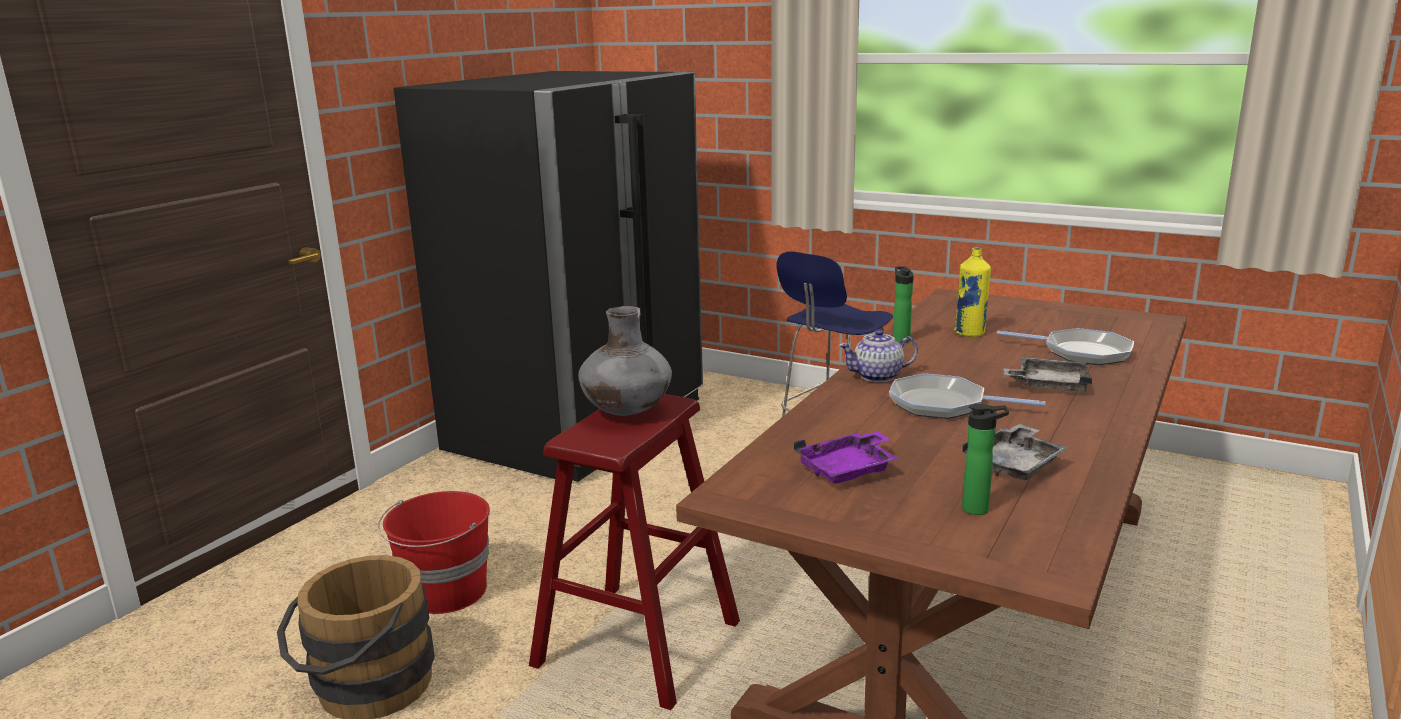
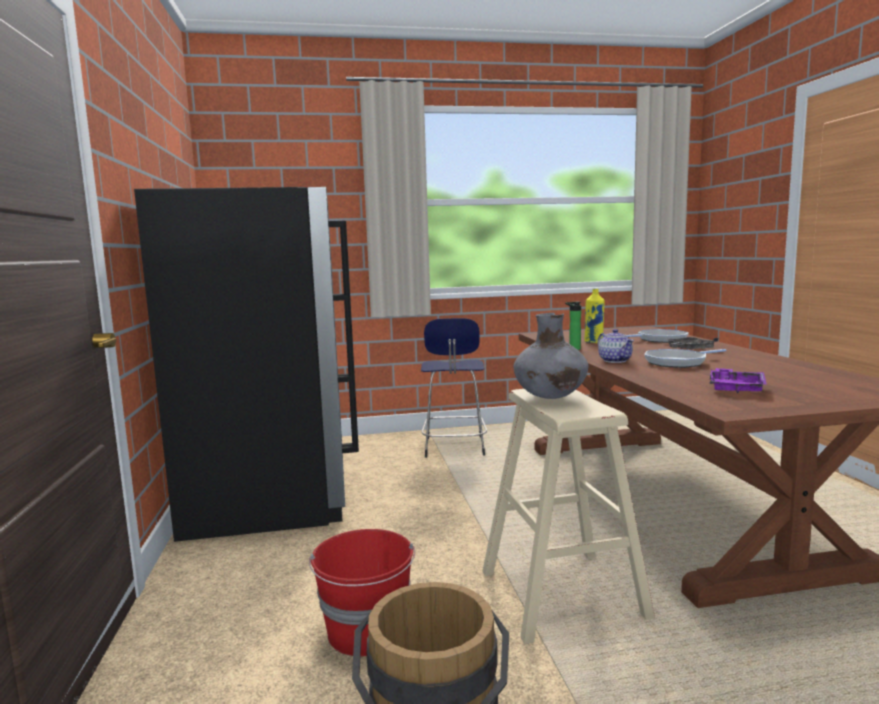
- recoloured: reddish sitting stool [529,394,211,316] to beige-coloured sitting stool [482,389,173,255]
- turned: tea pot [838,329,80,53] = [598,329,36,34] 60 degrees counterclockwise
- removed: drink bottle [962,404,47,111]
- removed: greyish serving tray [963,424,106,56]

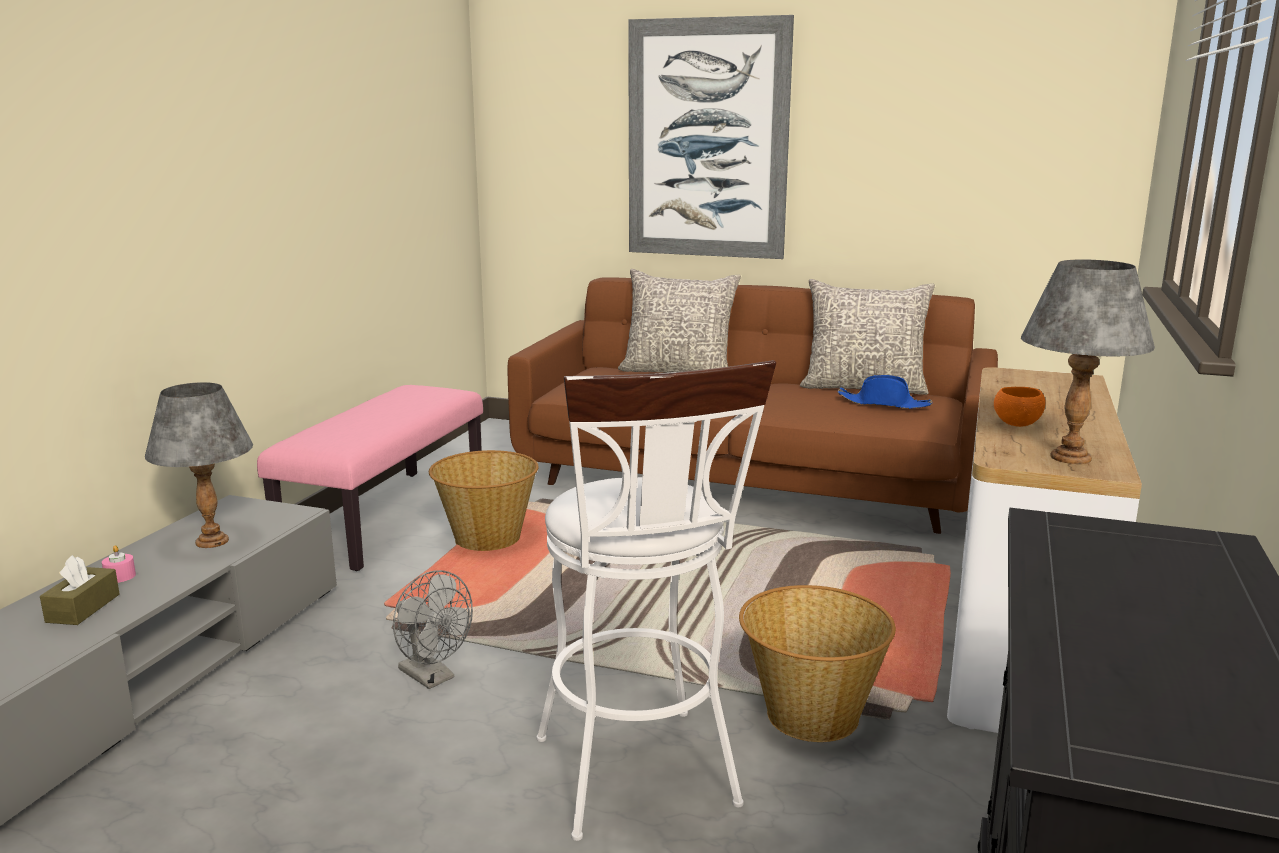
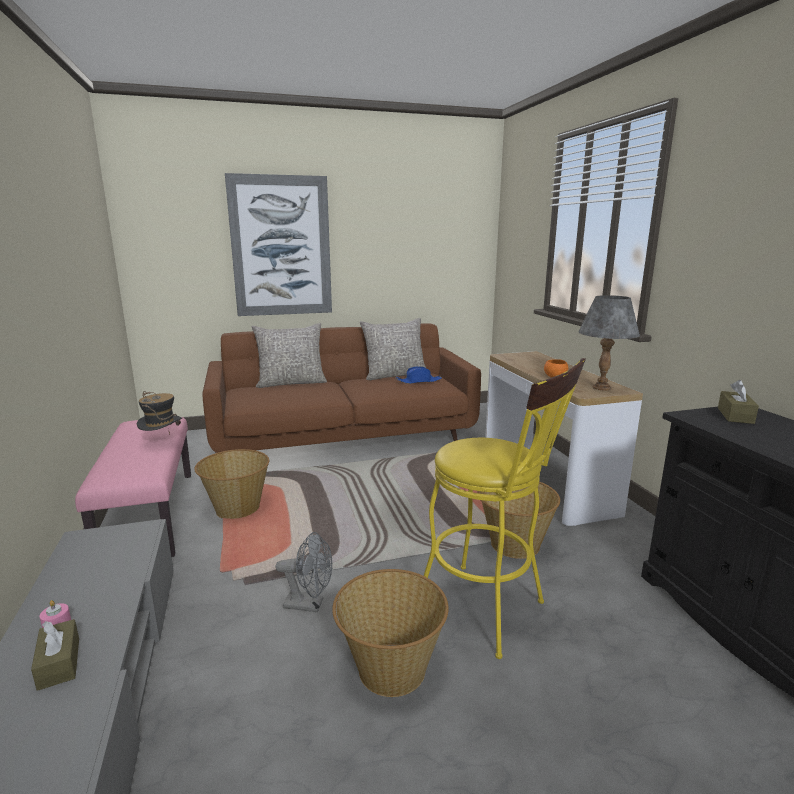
- added: wearable hat [137,391,45,44]
- added: household basket [332,569,117,128]
- recoloured: white-coloured sitting stool [536,360,240,481] to yellow-coloured sitting stool [424,358,162,301]
- added: brown tissue box [718,380,41,44]
- removed: greyish table lamp [145,382,108,166]

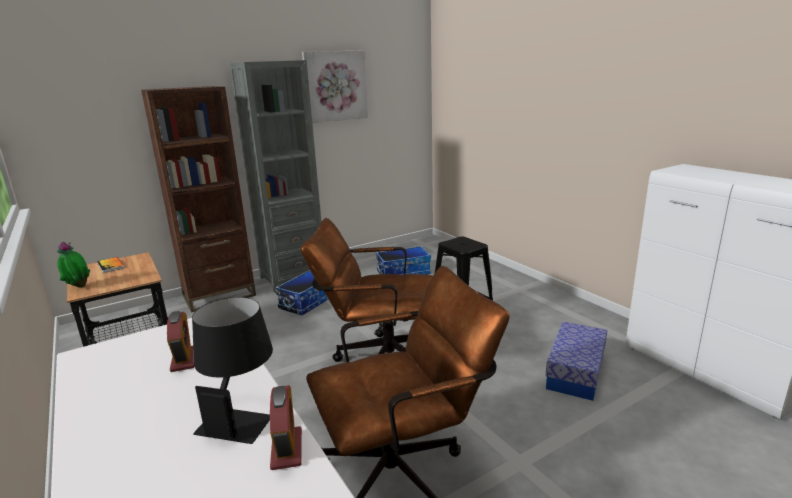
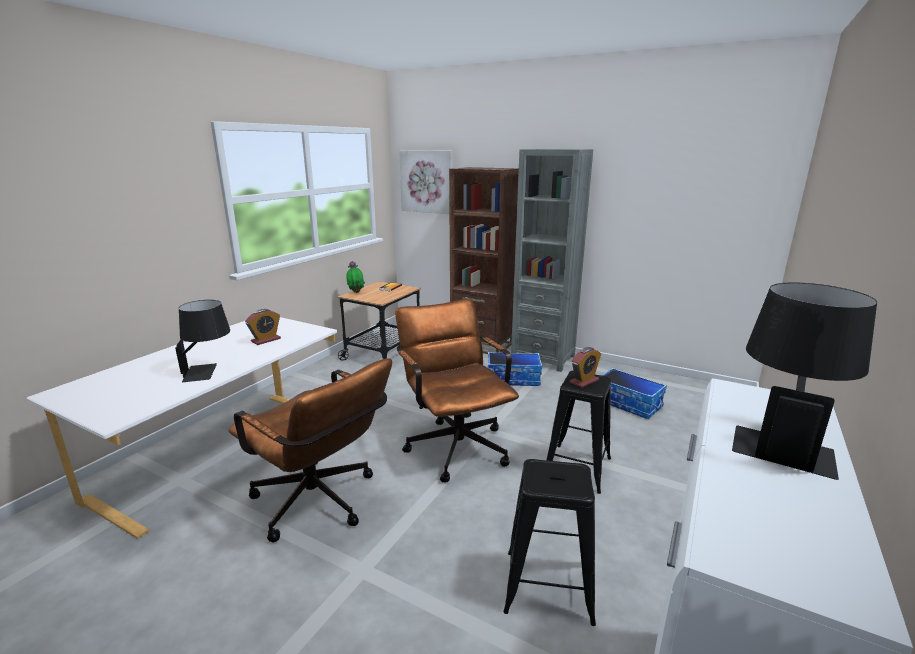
- moved: wall picture [302,50,66,73] to [399,150,54,64]
- replaced: storage box [546,322,61,79] to black sitting stool [503,459,93,167]
- moved: bedside clock [270,385,32,85] to [570,347,31,41]
- added: black table lamp [732,283,145,197]

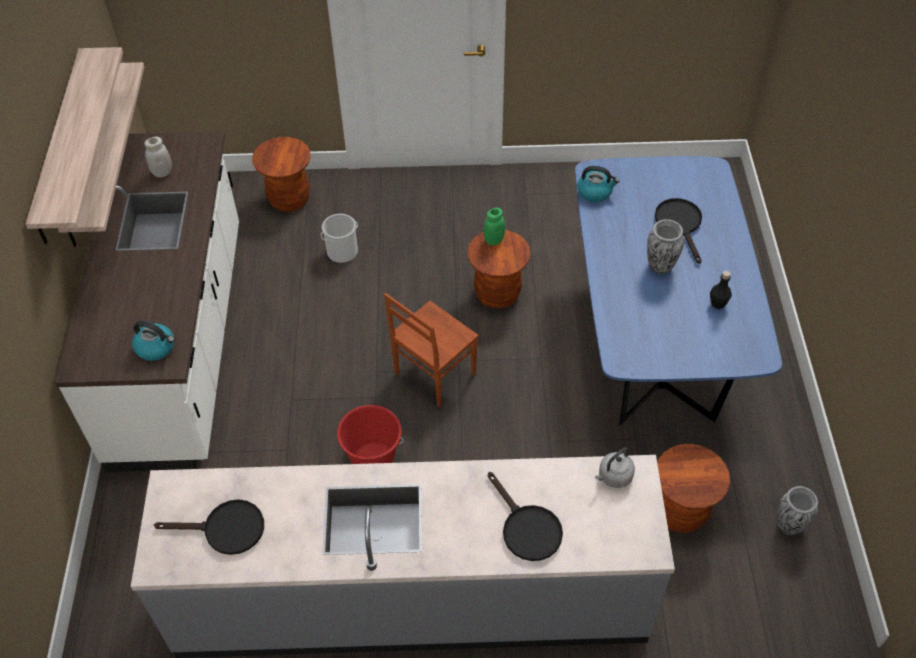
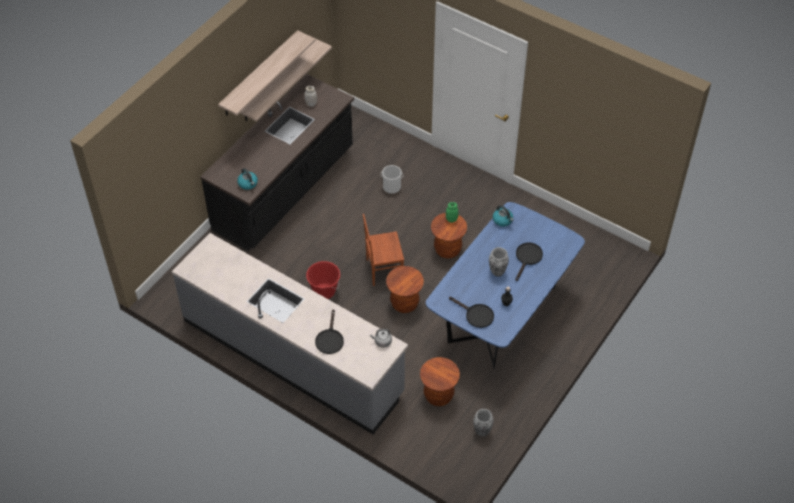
- recoloured: white-coloured kitchen counter [55,131,184,341] to black kitchen counter [200,74,154,177]
- moved: brown sitting stool [252,137,59,75] to [386,266,38,47]
- moved: black skillet [154,499,110,56] to [449,297,45,31]

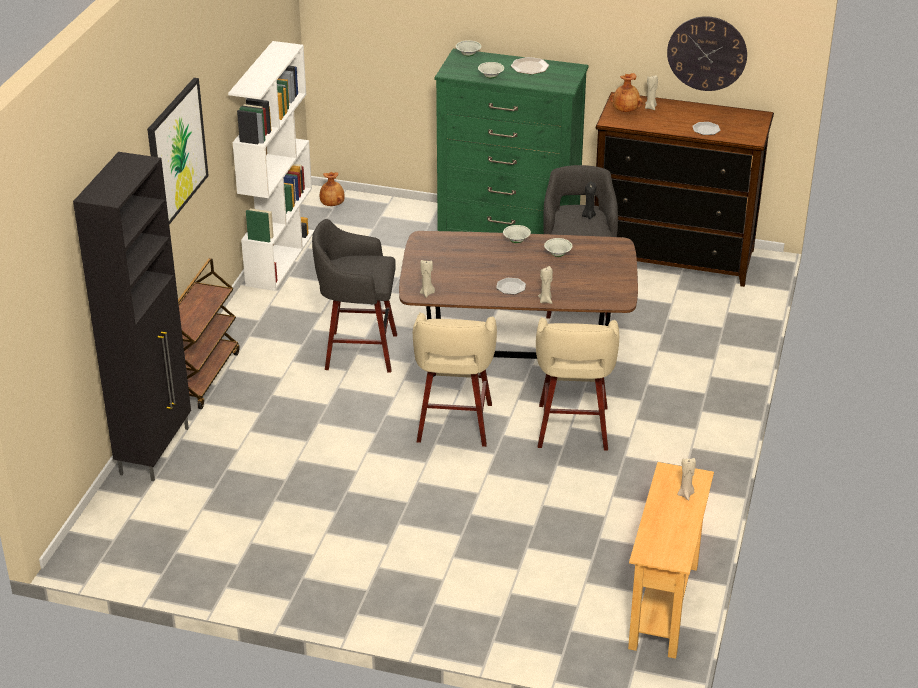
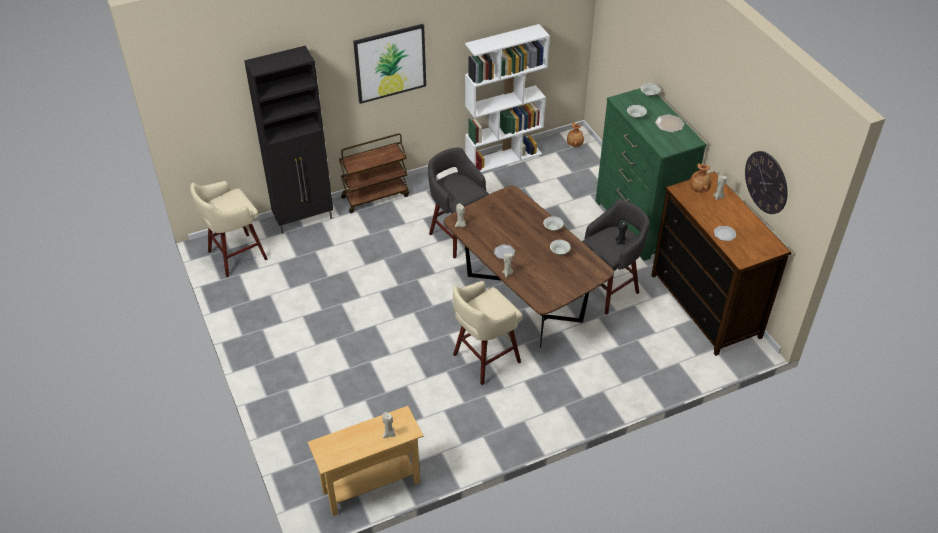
- moved: beige-coloured sitting stool [413,312,84,135] to [190,181,78,96]

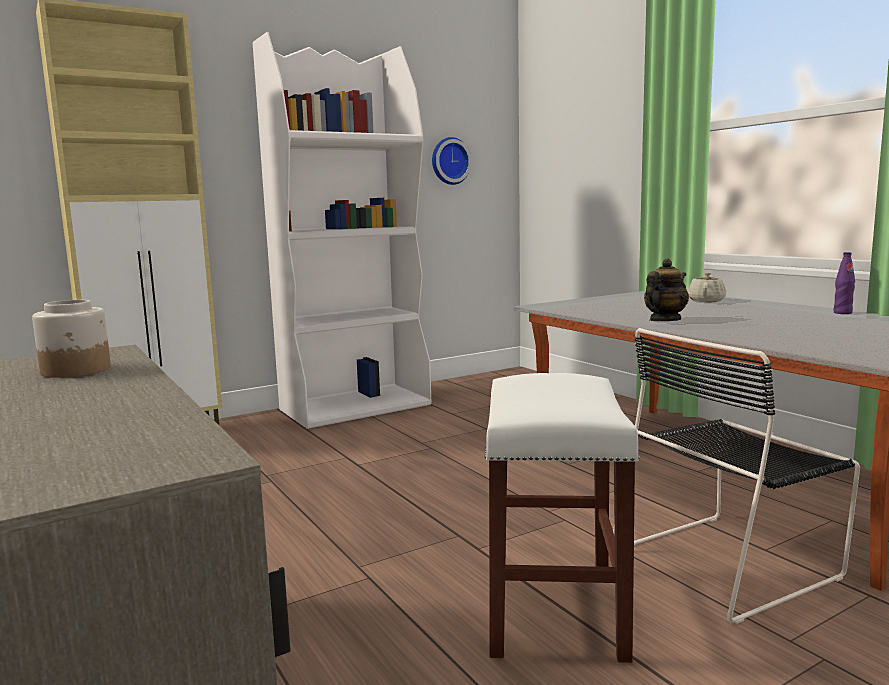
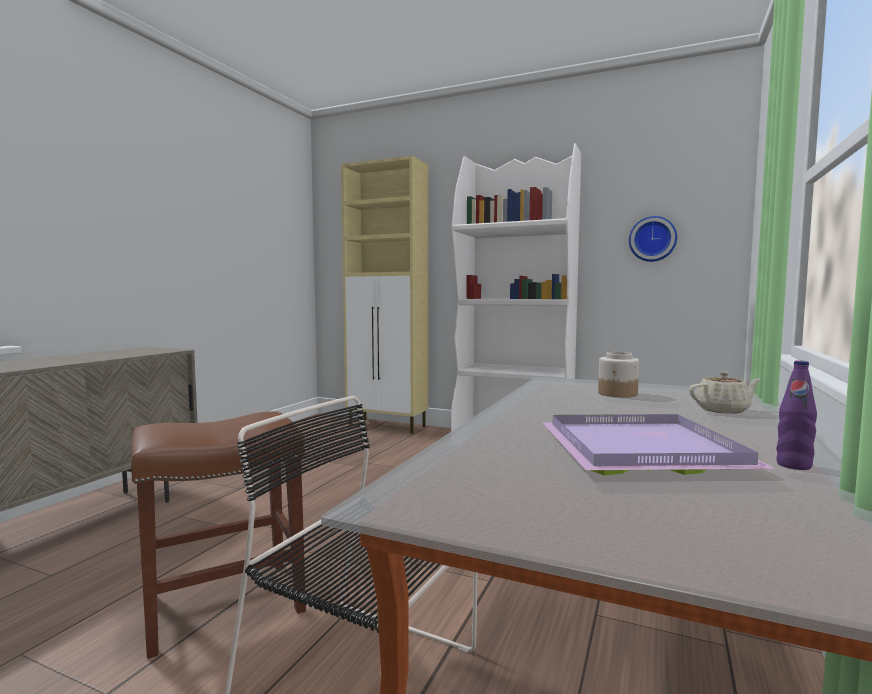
- recoloured: white-coloured sitting stool [485,373,155,290] to brown sitting stool [131,411,175,248]
- added: purple serving tray [542,414,234,62]
- moved: storage jar [32,300,79,78] to [598,352,41,46]
- removed: tea pot [644,259,45,62]

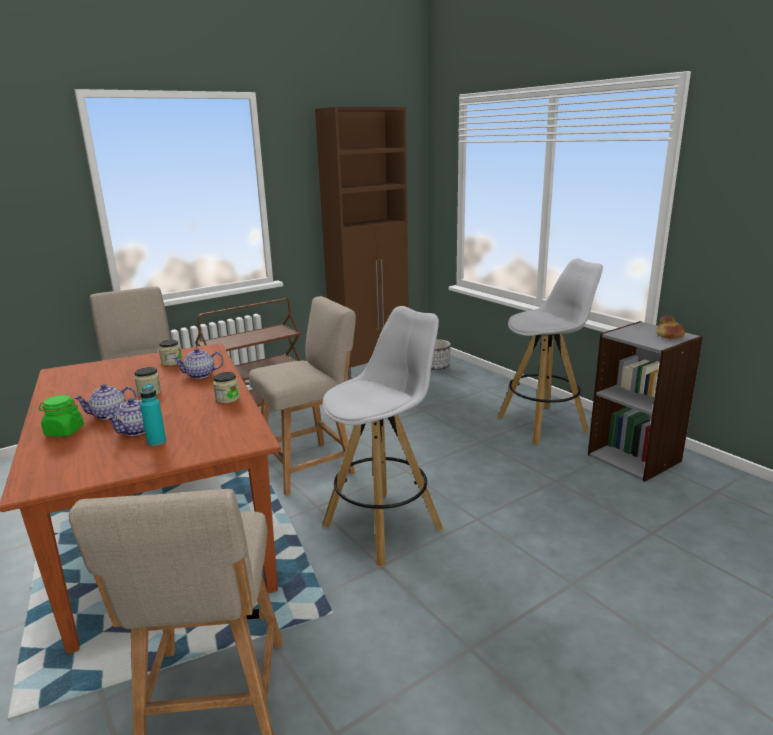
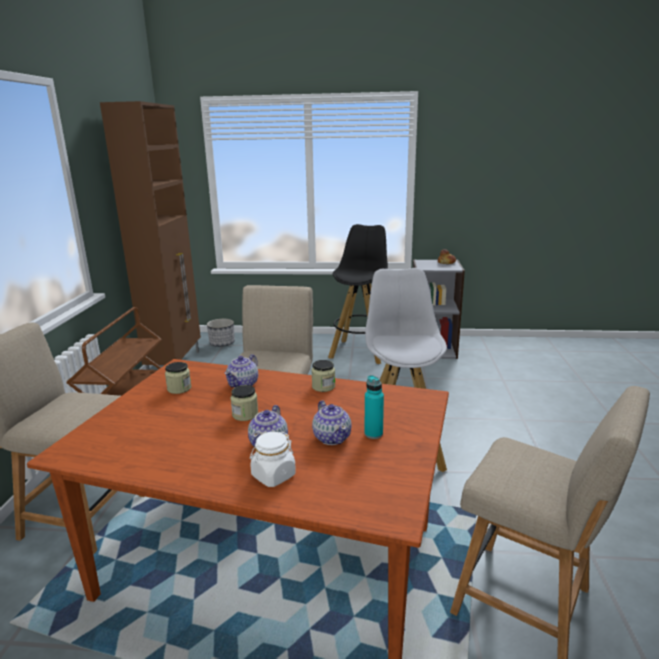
- recoloured: green-coloured storage jar [39,395,45,42] to white-coloured storage jar [250,432,46,55]
- recoloured: white-coloured sitting stool [498,258,105,186] to black sitting stool [328,224,60,140]

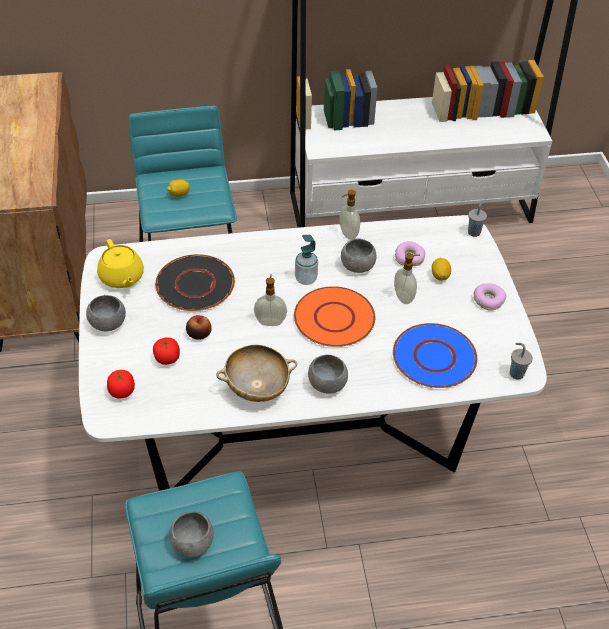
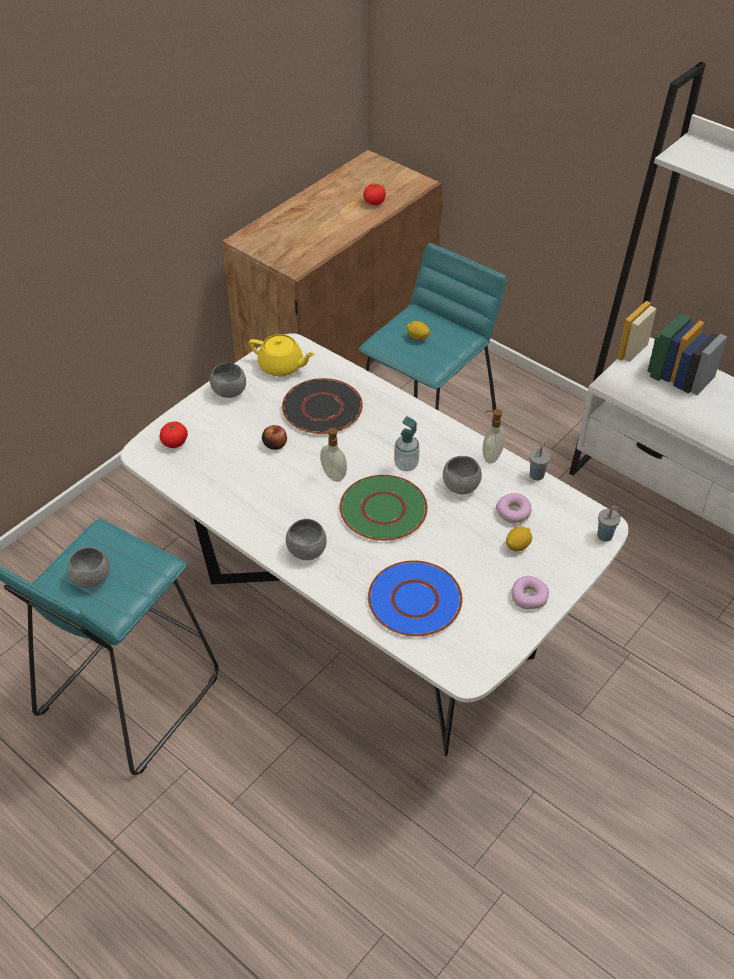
- turned: yellow-coloured tea pot [97,239,47,49] = [249,334,66,43] 90 degrees counterclockwise
- recoloured: orange flat dish [294,286,81,61] to green-coloured flat dish [339,475,89,66]
- moved: tomato [153,337,27,28] to [363,183,23,22]
- moved: greyish small cup [510,343,23,37] to [529,442,22,38]
- removed: beige-coloured deep dish [216,345,81,57]
- removed: liquid soap bottle [394,253,26,51]

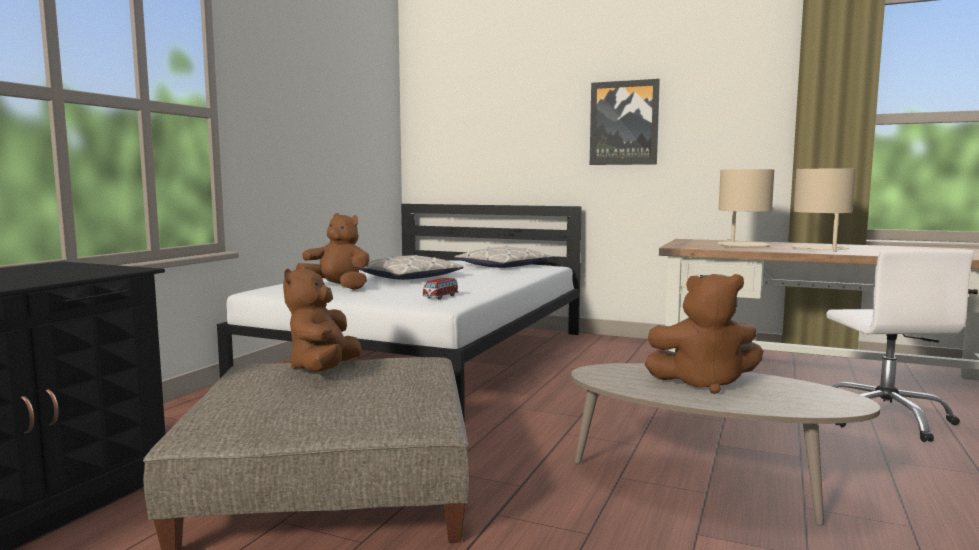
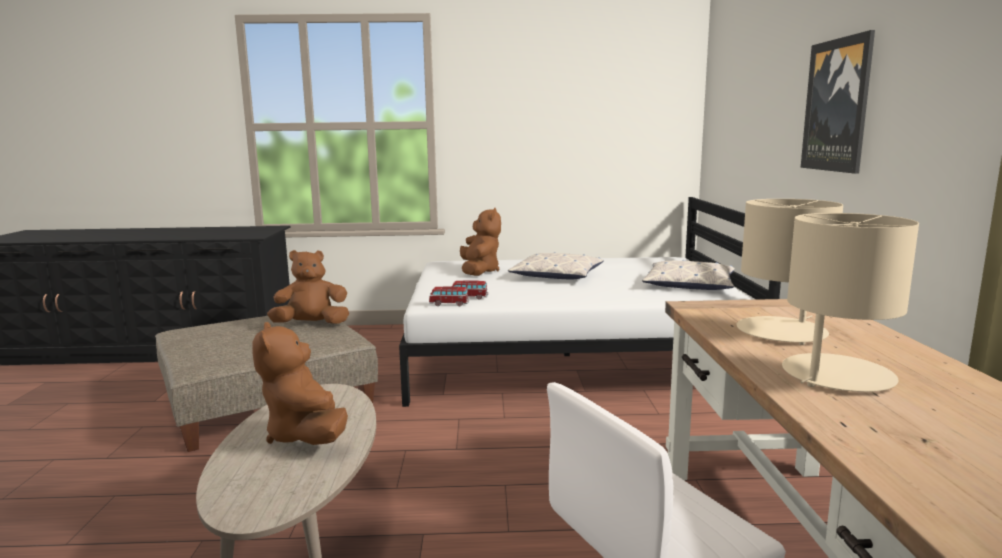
- added: toy car [429,286,40,20]

